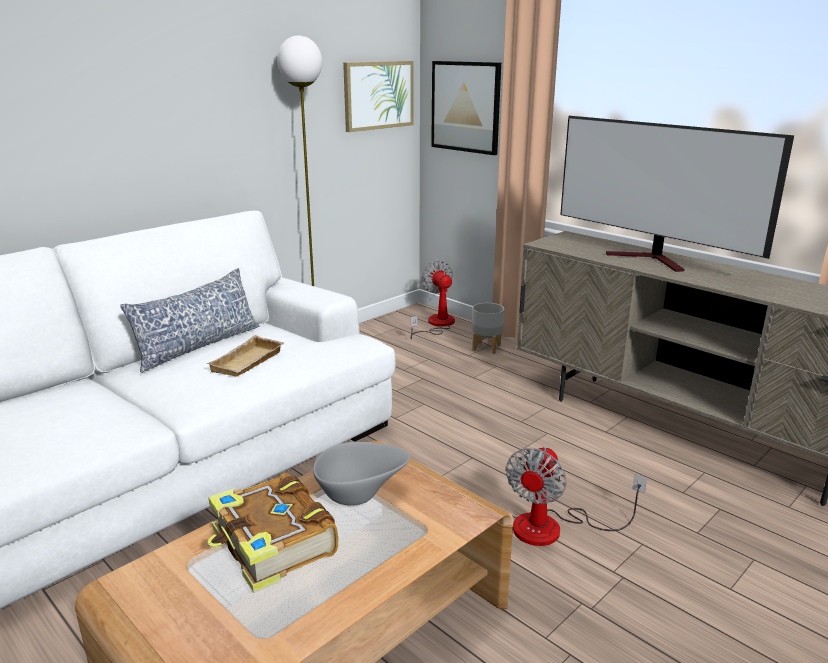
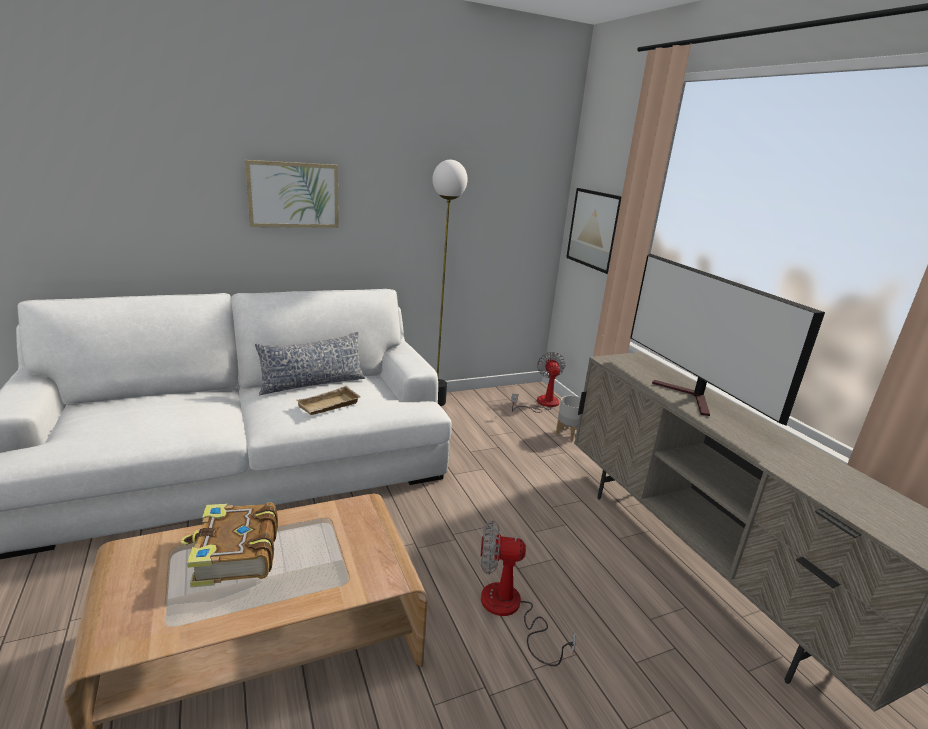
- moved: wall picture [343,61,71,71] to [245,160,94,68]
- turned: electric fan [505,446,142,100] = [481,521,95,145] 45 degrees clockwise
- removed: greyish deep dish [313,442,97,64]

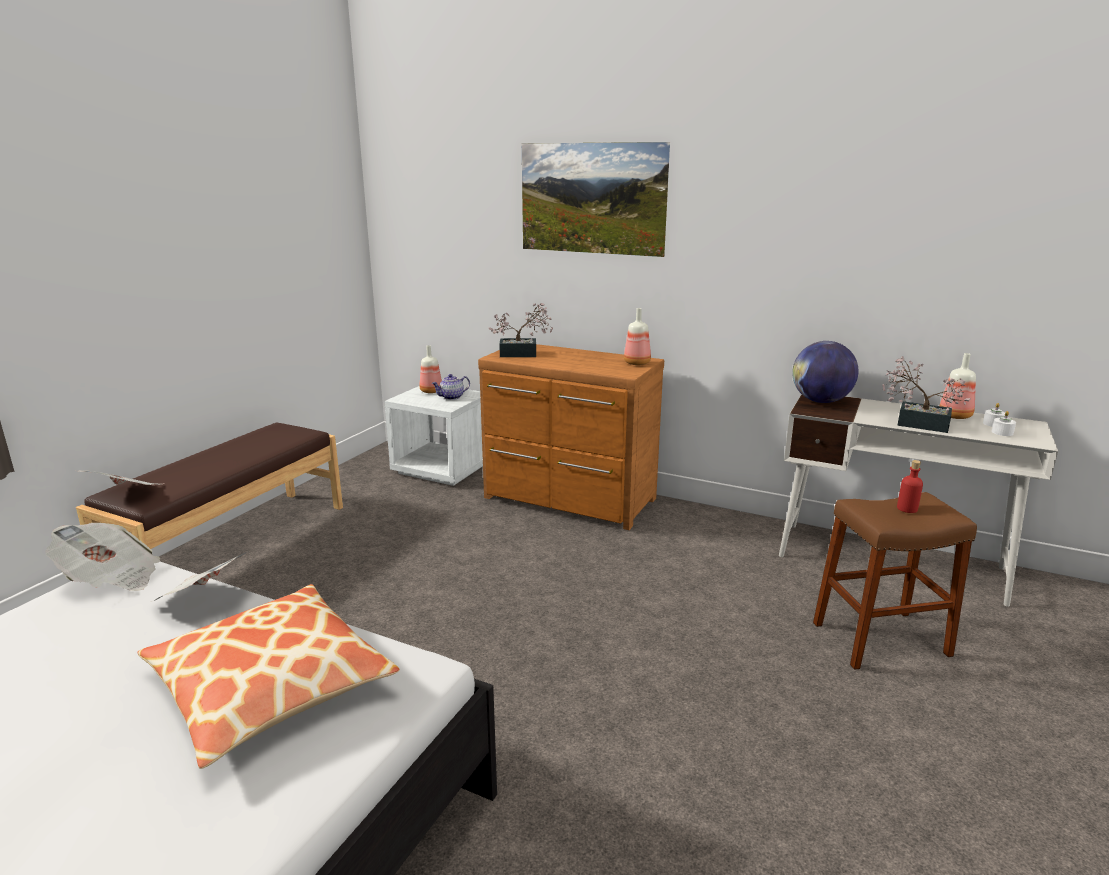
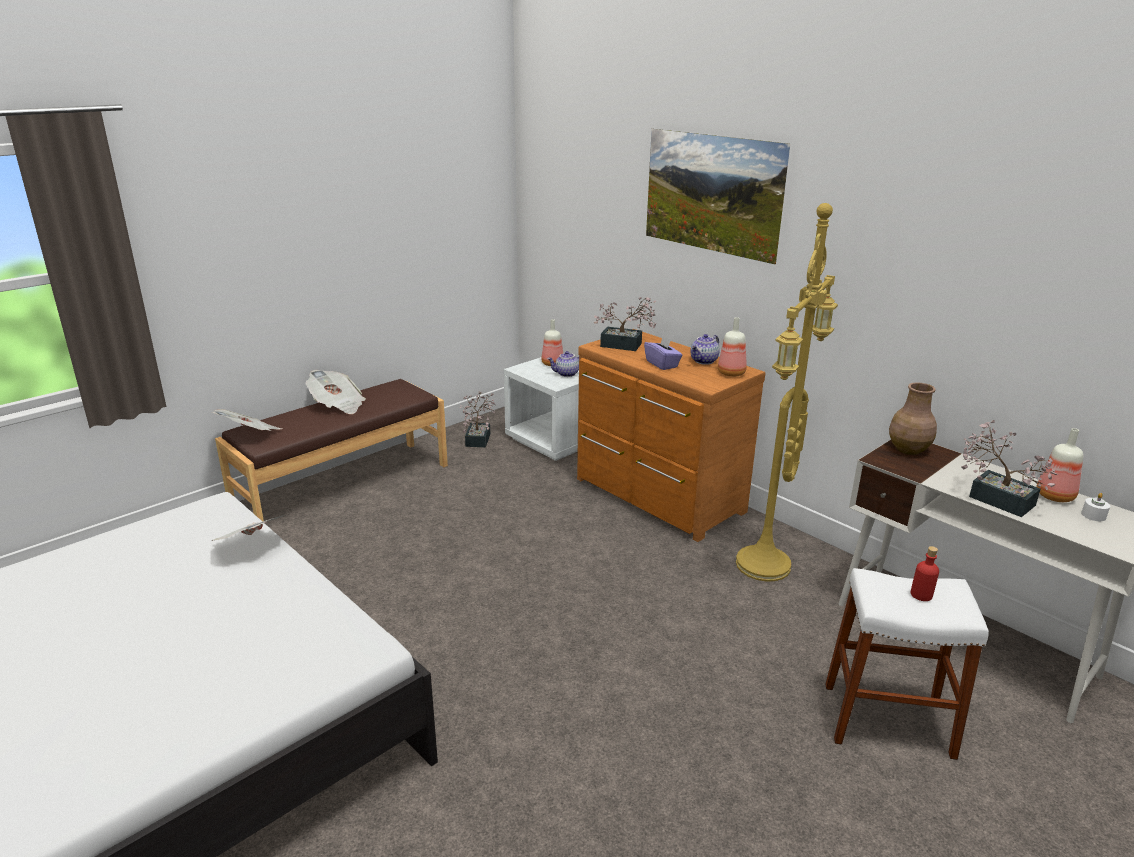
- moved: newspaper [45,523,115,68] to [305,370,61,44]
- added: houseplant [460,391,35,56]
- added: purple tissue box [644,335,38,35]
- added: tea pot [690,334,30,31]
- added: yellow-coloured standing lamp [736,203,102,378]
- recoloured: brown sitting stool [813,492,164,178] to white-coloured sitting stool [825,568,164,192]
- replaced: globe [792,341,66,62] to brown vase [889,383,48,72]
- removed: throw pillow [137,584,262,185]
- removed: white-coloured candle [992,411,24,25]

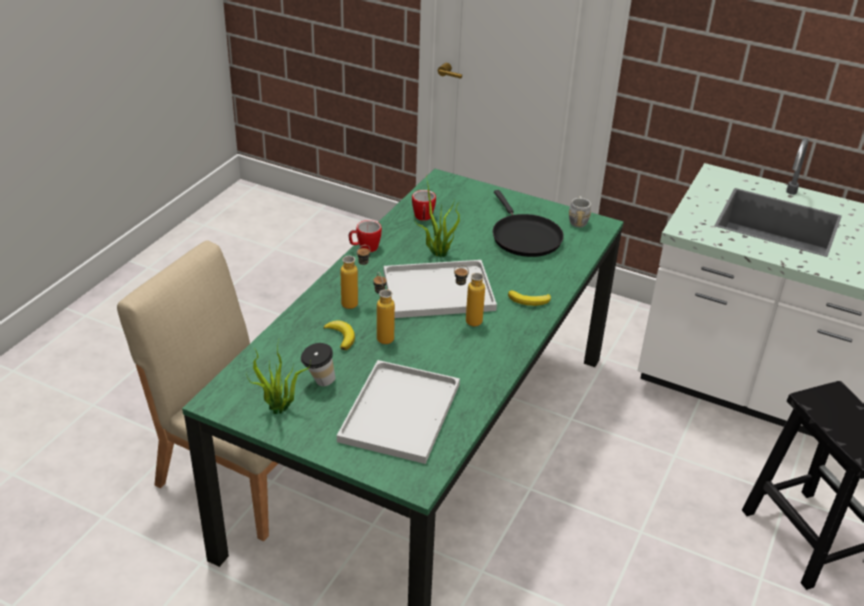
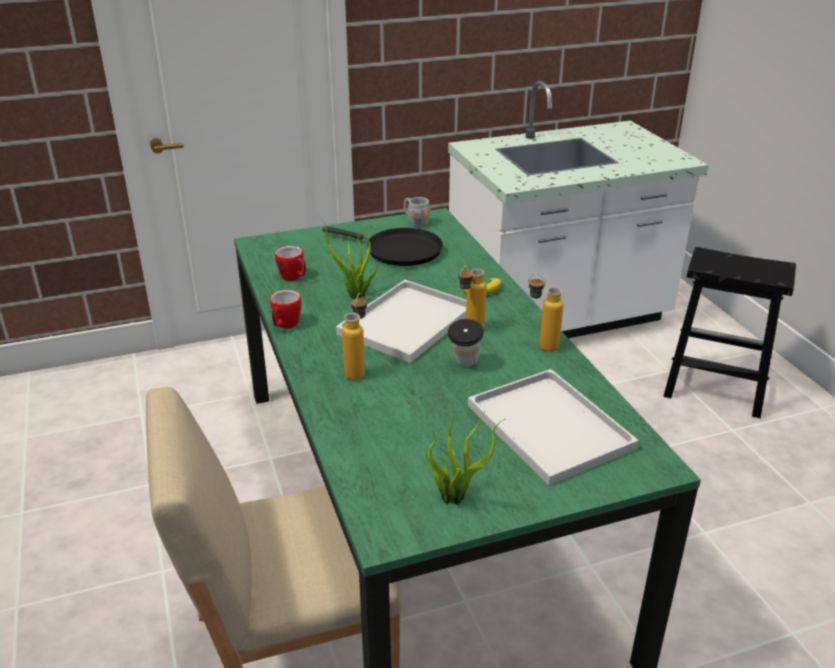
- moved: small cup [301,343,34,43] to [448,319,36,48]
- moved: drink bottle [373,272,22,72] to [528,274,35,78]
- removed: whole banana [324,320,31,30]

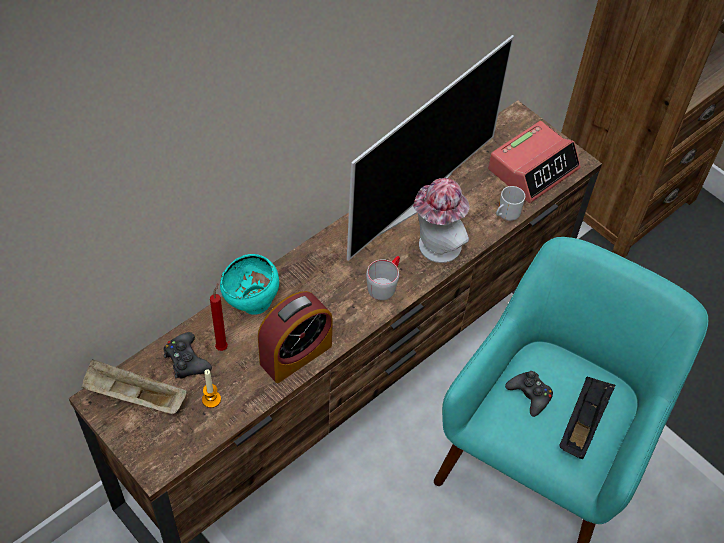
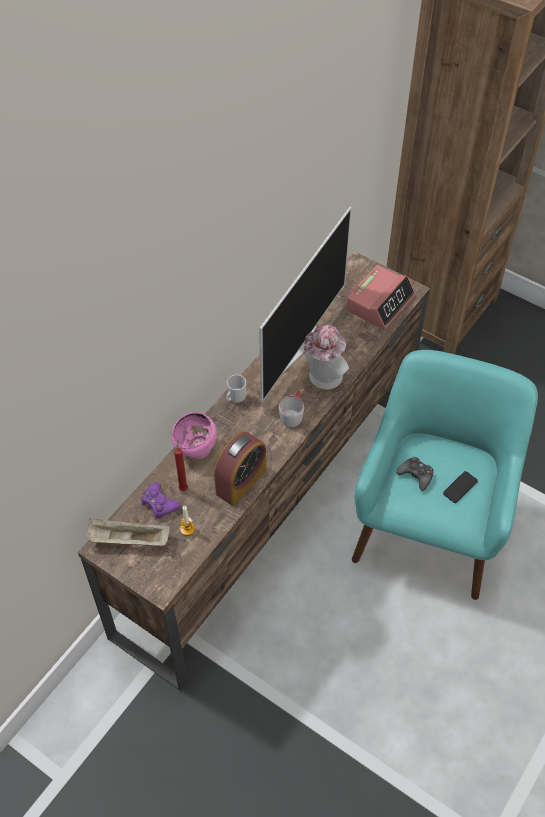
- recoloured: black gamepad [164,332,48,47] to purple gamepad [141,482,40,37]
- recoloured: turquoise deep dish [220,254,59,61] to pink-coloured deep dish [171,412,46,47]
- moved: mug [496,186,29,35] to [226,375,20,28]
- replaced: black serving tray [560,377,55,82] to phone [443,471,35,32]

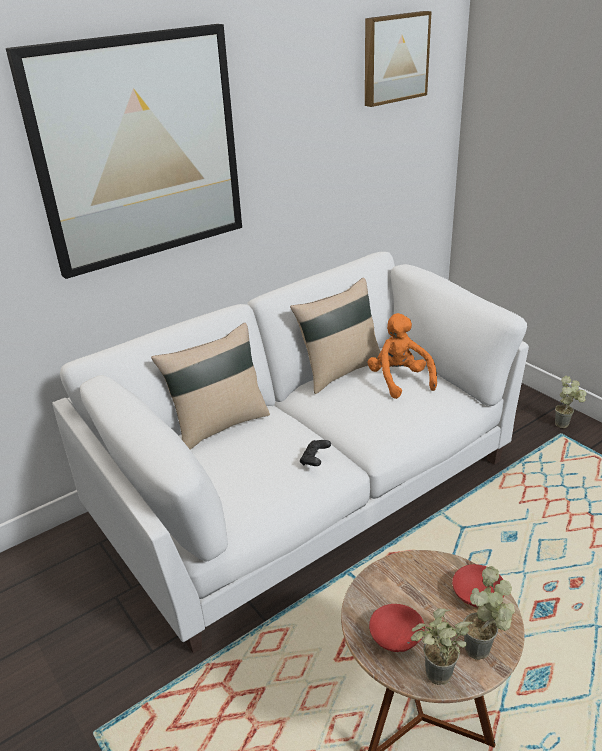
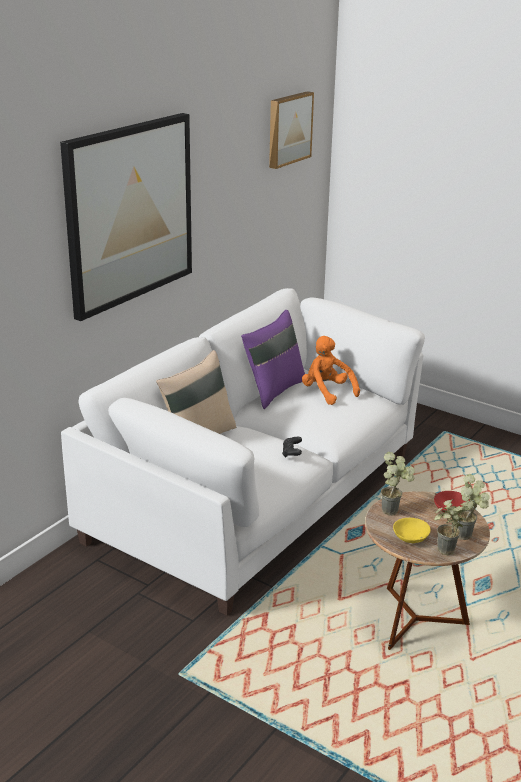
- recoloured: beige-coloured throw pillow [290,278,90,116] to purple throw pillow [241,310,64,99]
- moved: houseplant [555,376,32,52] to [381,452,34,64]
- recoloured: reddish deep dish [369,604,56,48] to yellow-coloured deep dish [393,518,37,25]

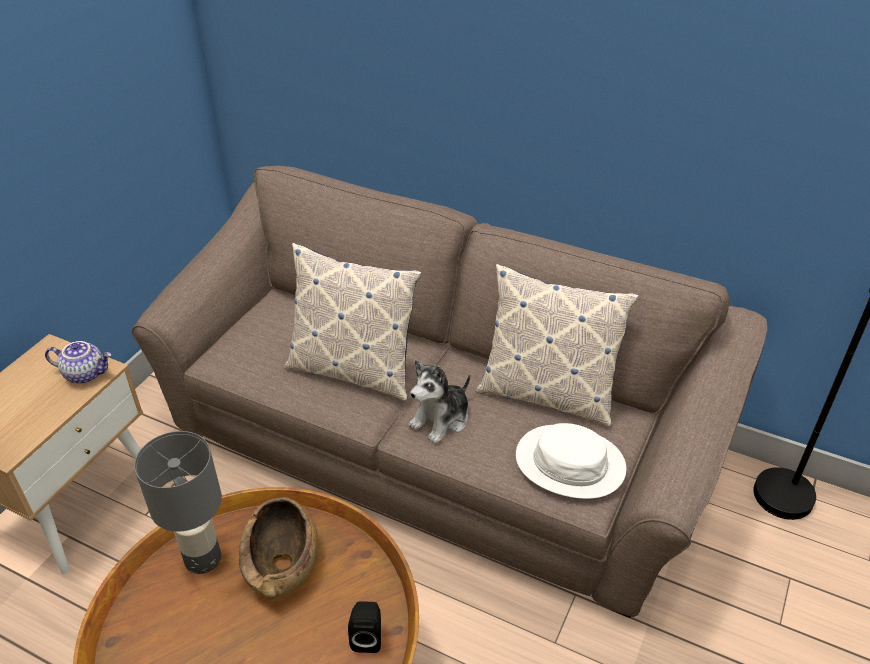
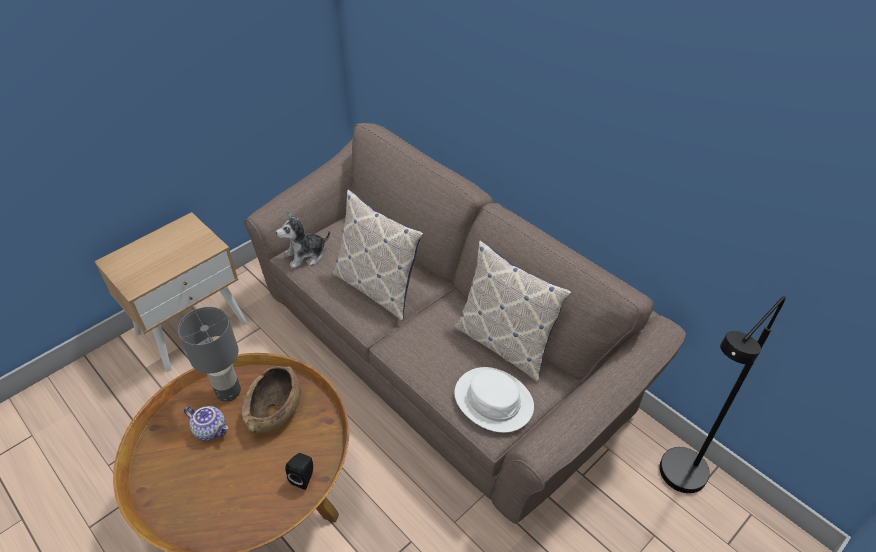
- moved: tea pot [45,341,66,43] to [184,406,44,35]
- moved: soft toy [409,360,61,84] to [276,212,54,57]

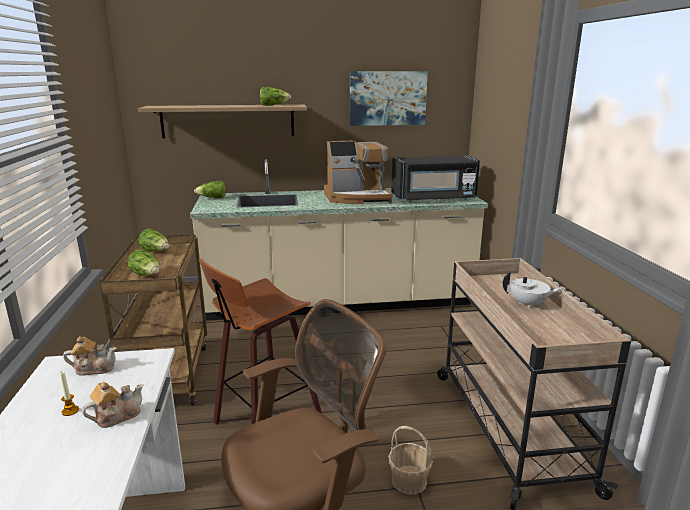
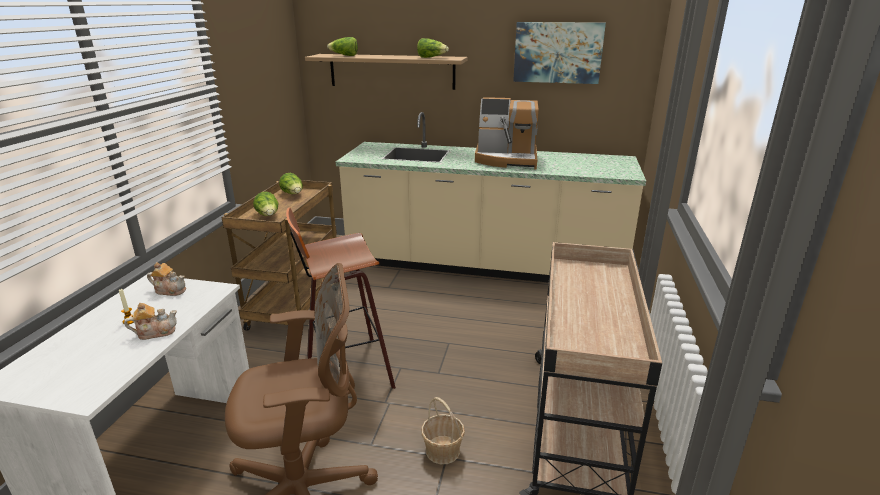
- moved: lettuce head [194,181,32,17] to [327,37,31,19]
- removed: black kitchen microwave [391,155,89,47]
- removed: white-coloured tea pot [503,272,59,37]

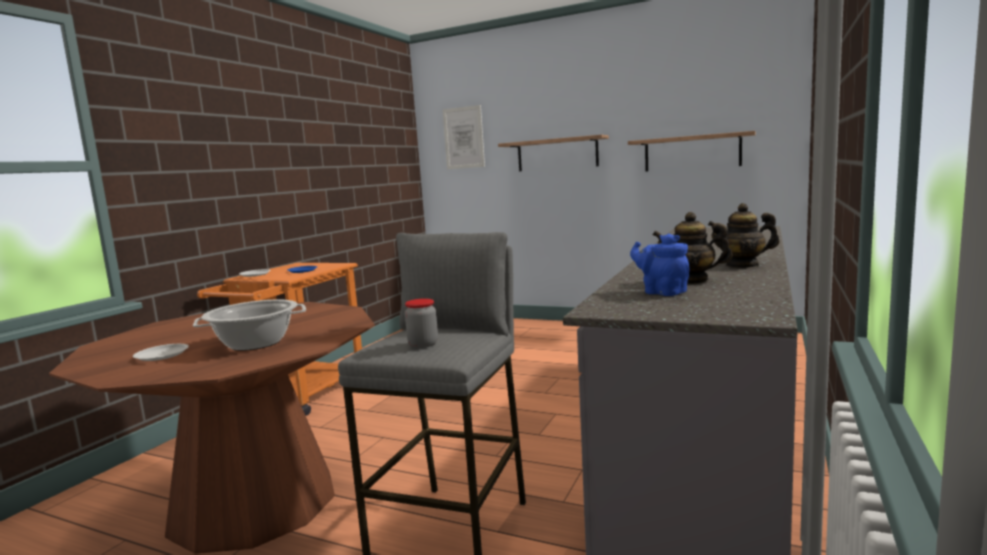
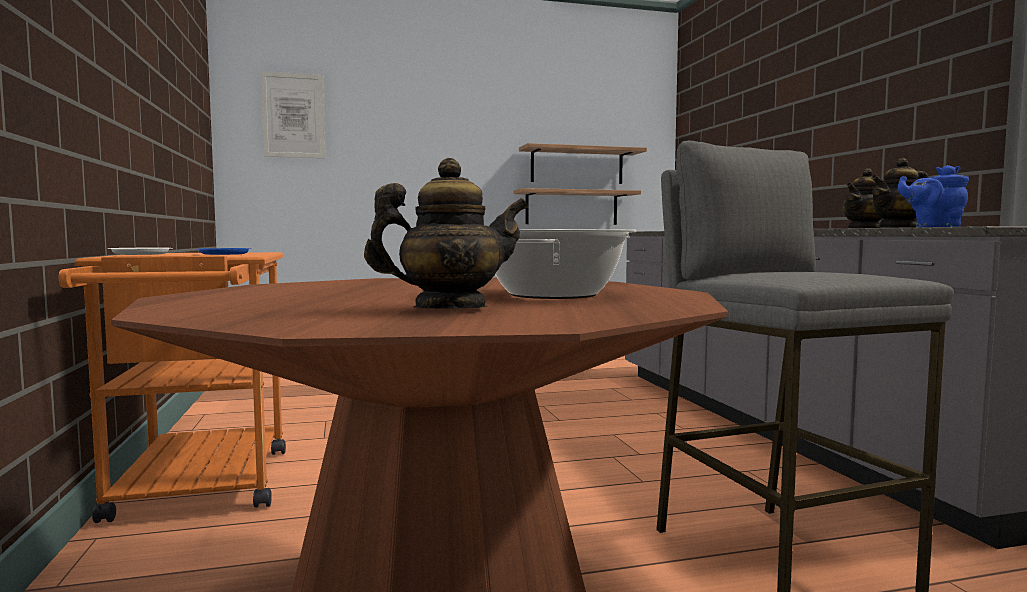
- replaced: white-coloured flat dish [133,344,56,17] to tea pot [364,158,164,150]
- moved: wall shelf [498,135,111,36] to [514,188,127,37]
- removed: storage jar [405,298,33,50]

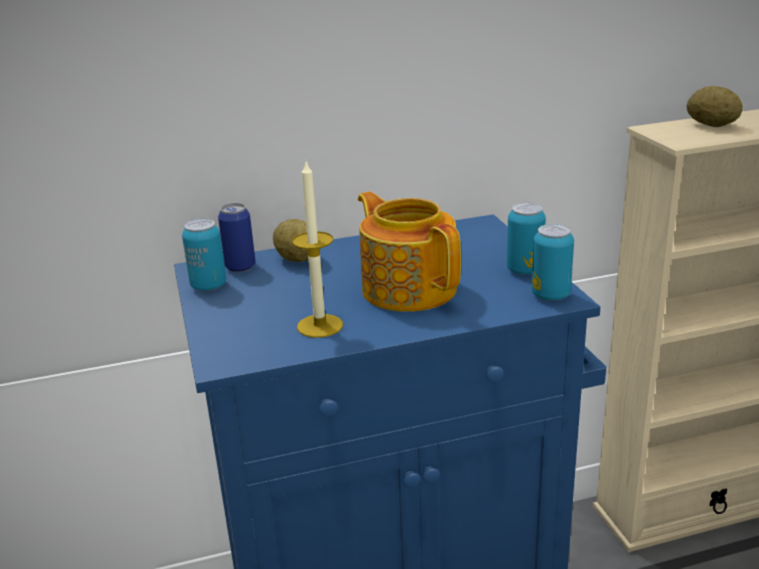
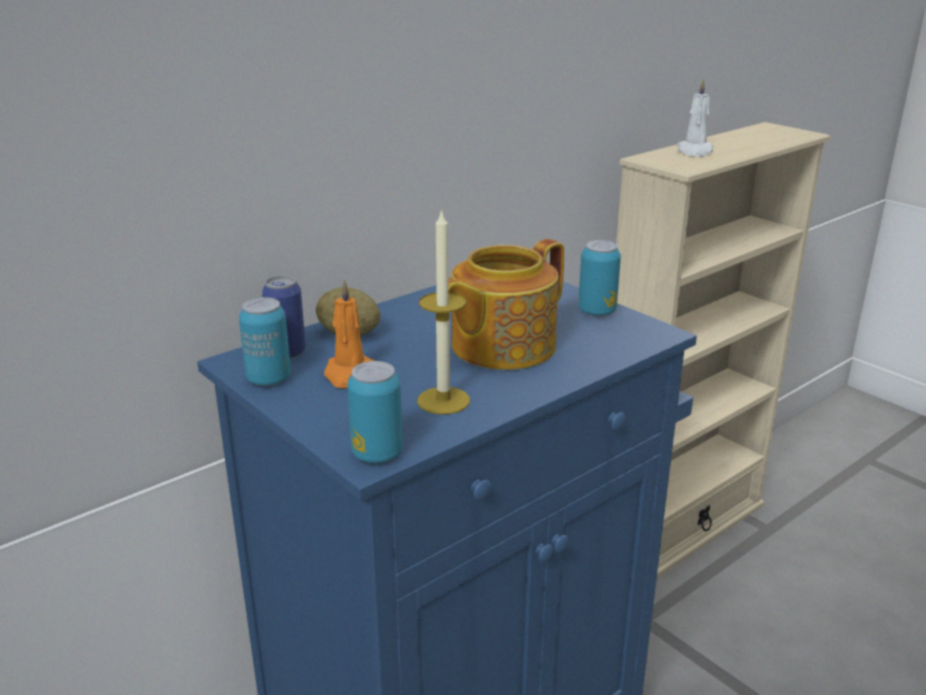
- added: orange candle [324,280,51,108]
- moved: sealed can [532,224,42,77] to [347,361,56,102]
- turned: tea pot [358,191,103,121] = [448,239,116,131] 75 degrees counterclockwise
- replaced: spud [687,86,56,41] to white-coloured candle [677,78,37,79]

